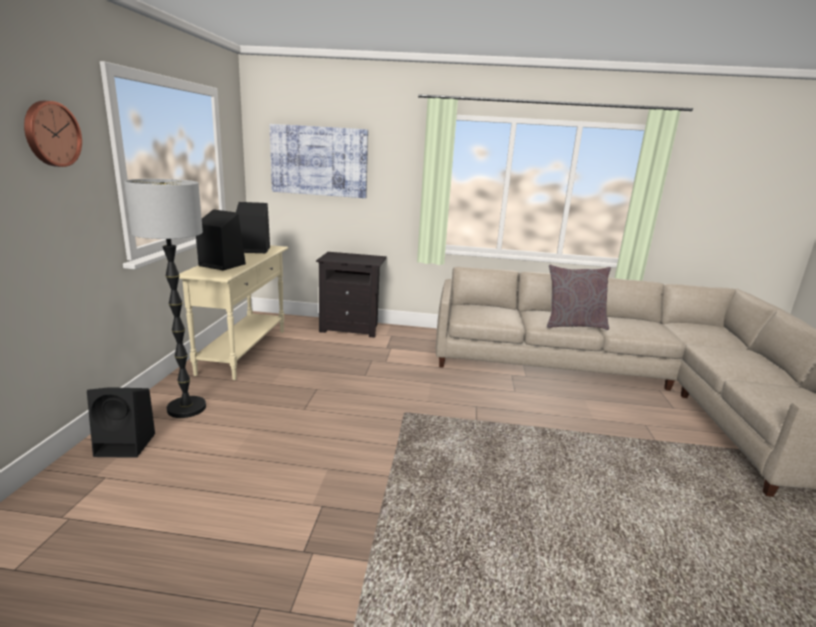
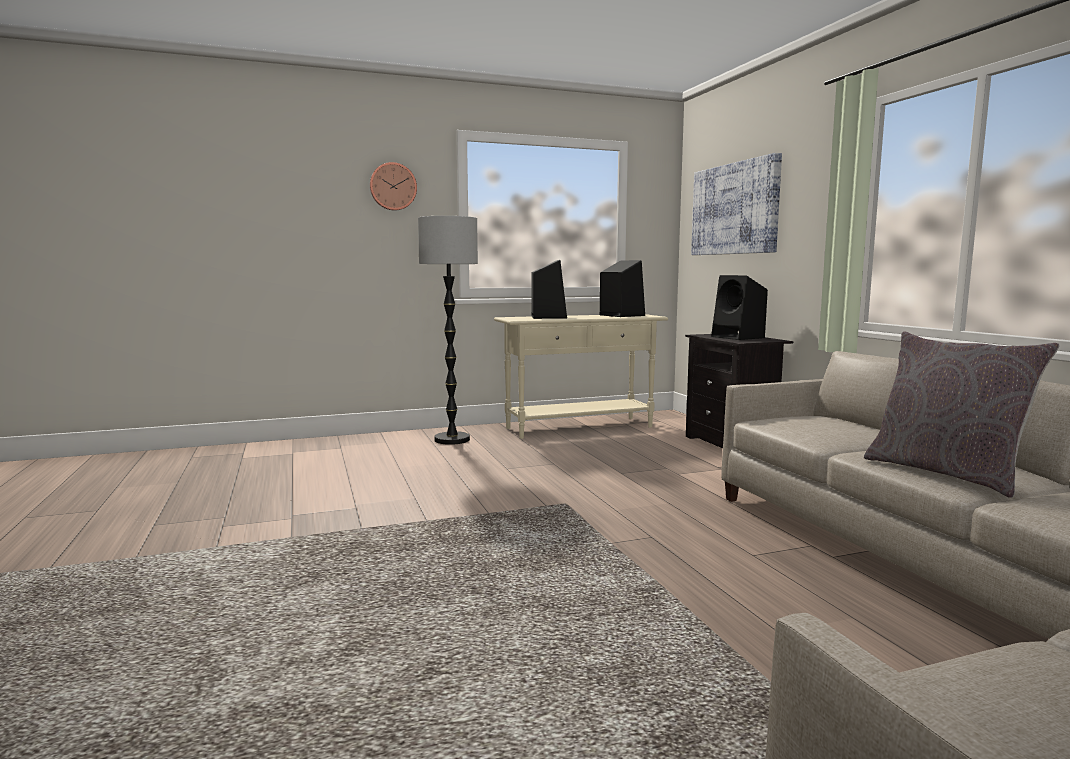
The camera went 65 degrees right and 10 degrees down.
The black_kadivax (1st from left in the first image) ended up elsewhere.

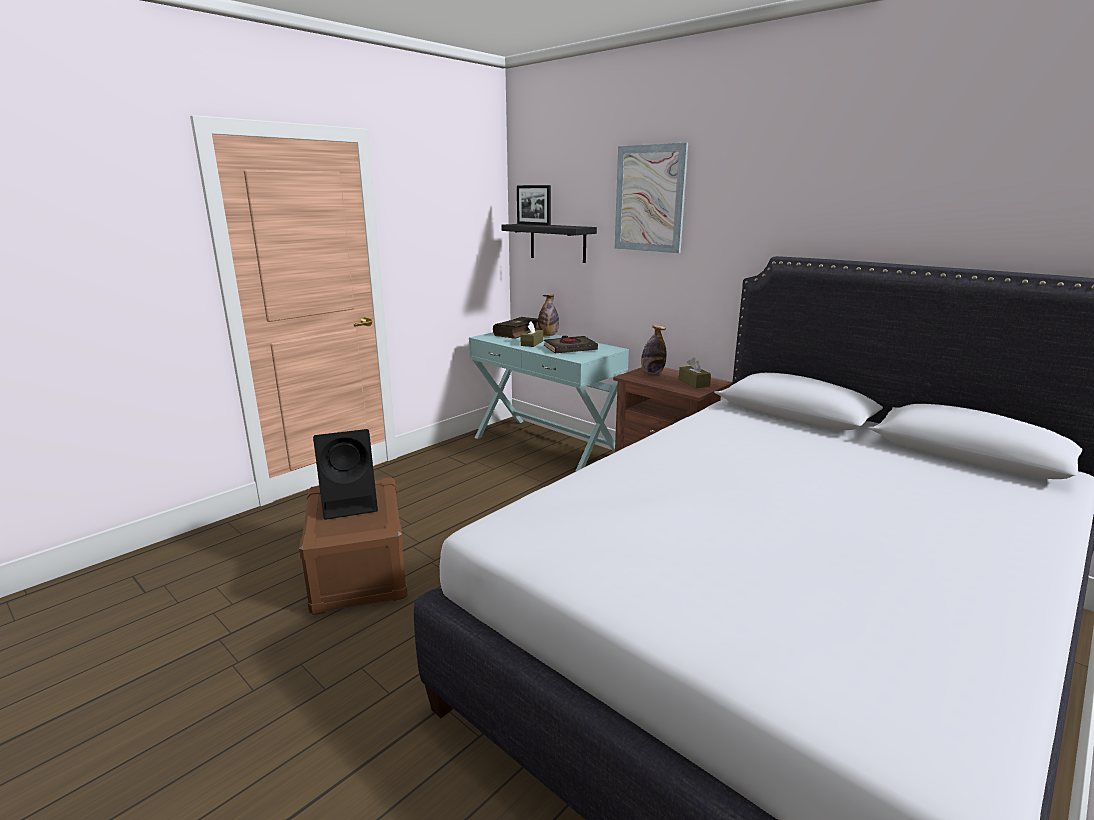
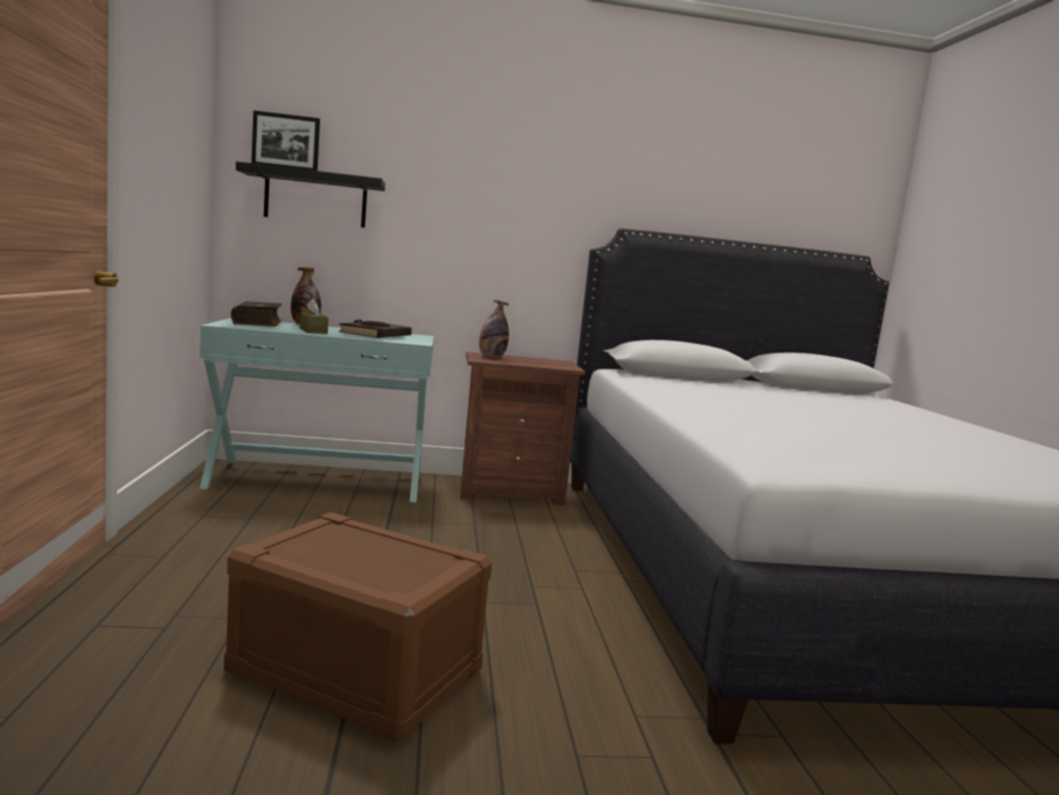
The camera went 50 degrees left and 10 degrees down.
The second view lost the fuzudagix.
The second view lost the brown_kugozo (2nd from left).
The second view lost the black_kadivax.

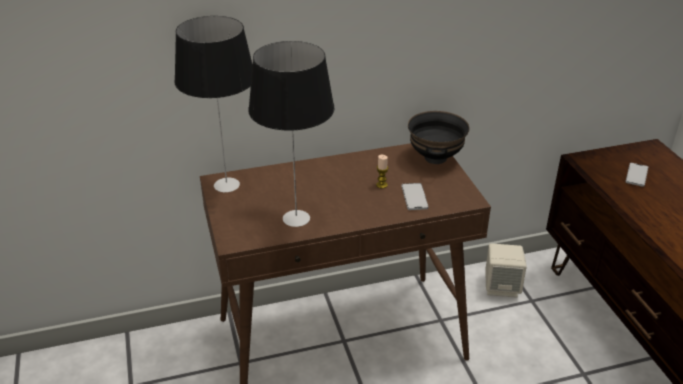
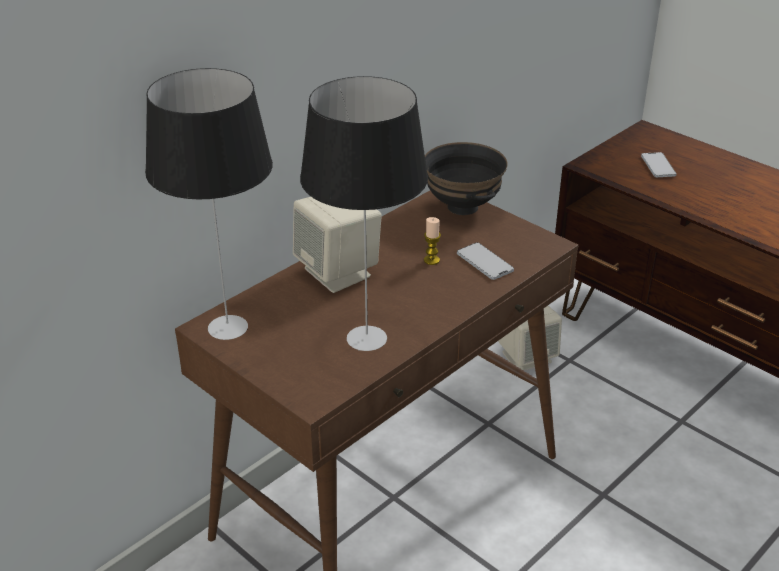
The camera went 30 degrees left and 0 degrees up.
The second view gained the beige_kadivax (1st from left).

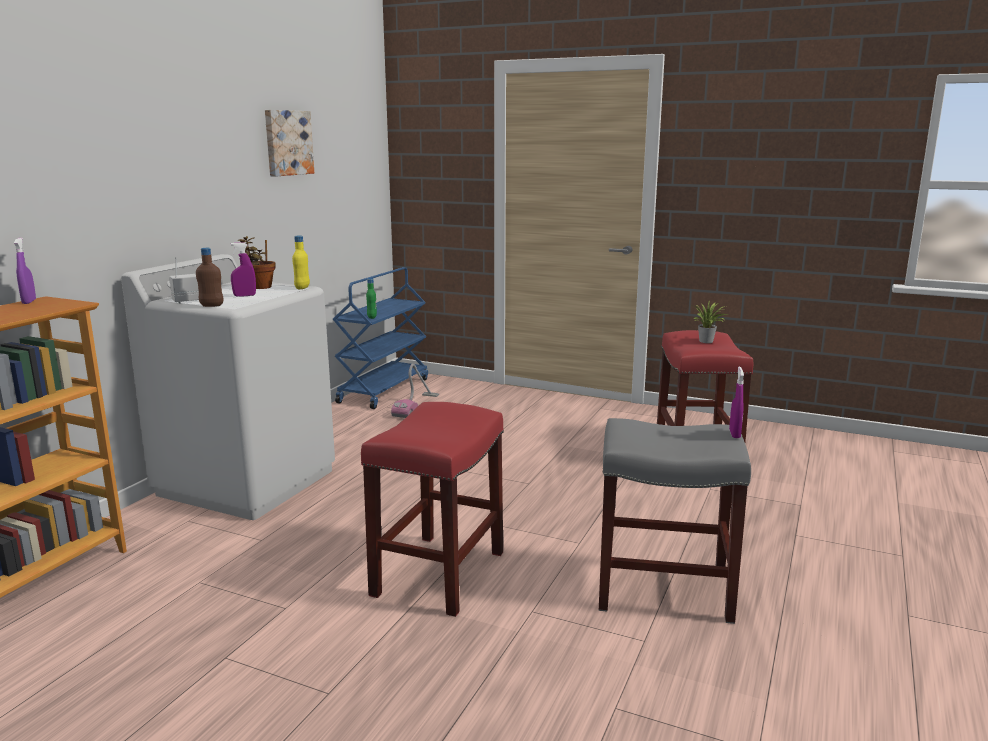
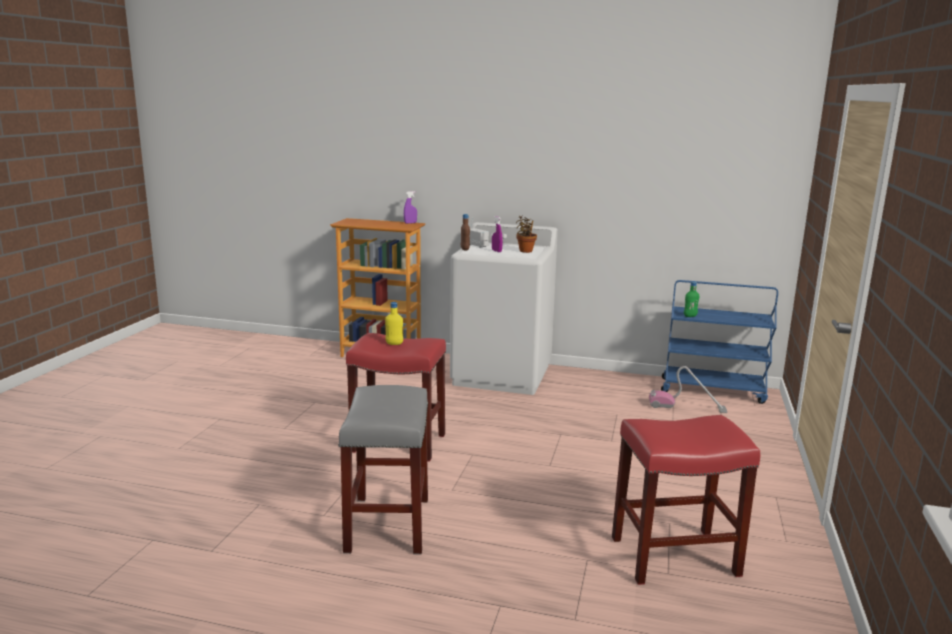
The camera went 80 degrees right and 0 degrees up.
The second view lost the fuzudagix.
The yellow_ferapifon ended up elsewhere.
The second view lost the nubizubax (2nd from left).
The second view lost the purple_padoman (3rd from left).

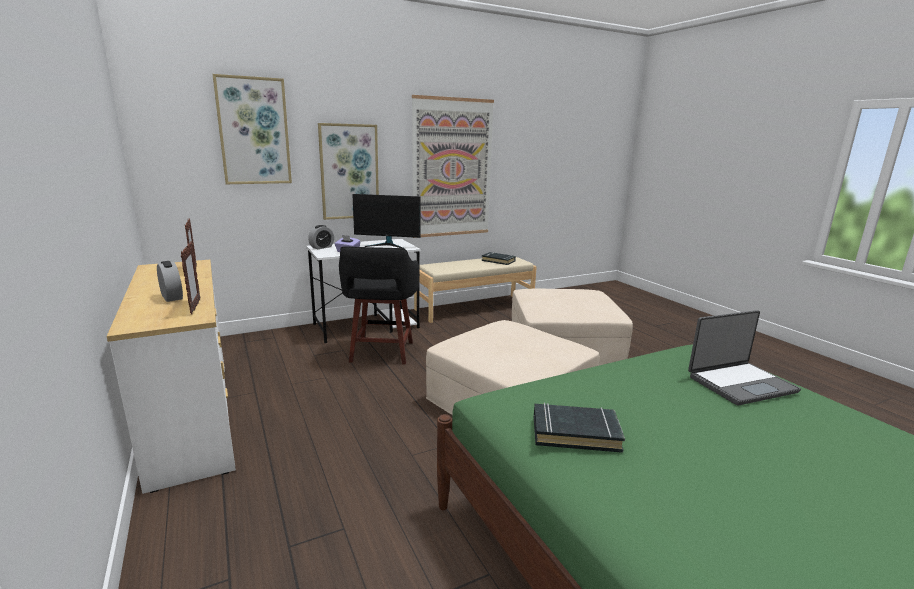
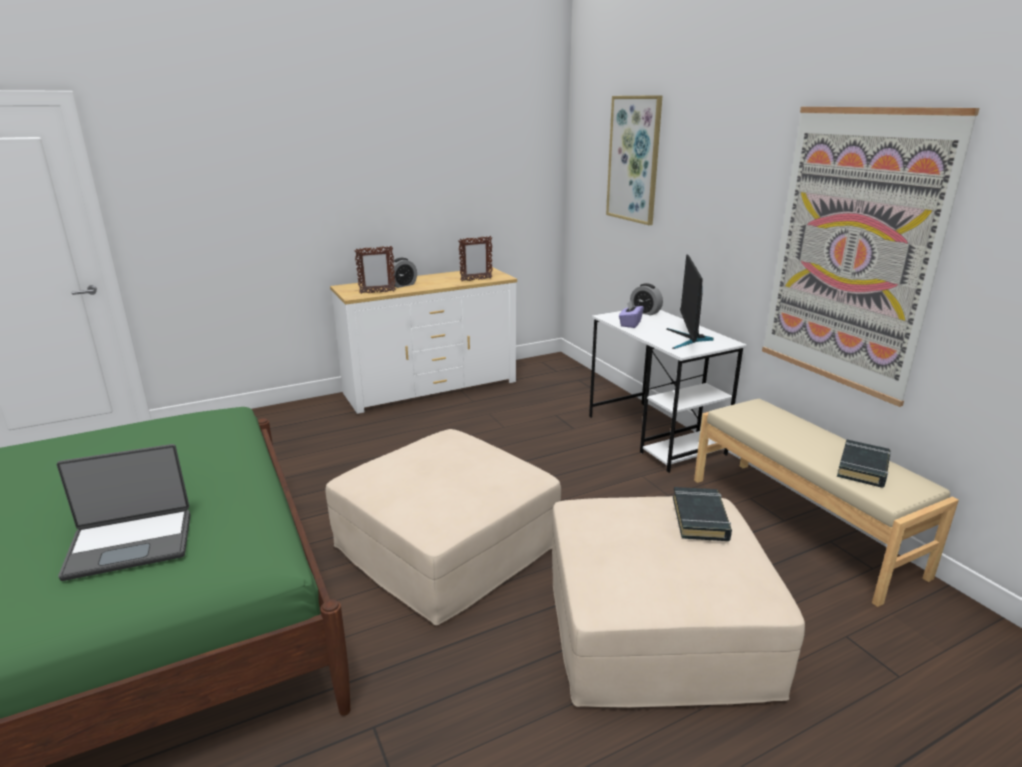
The camera went 90 degrees right and 5 degrees up.
The second view lost the fuzudagix (2nd from left).
The second view lost the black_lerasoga.
The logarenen ended up facing another way, 90 degrees counterclockwise from before.
The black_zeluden (2nd from left in the first image) ended up elsewhere.

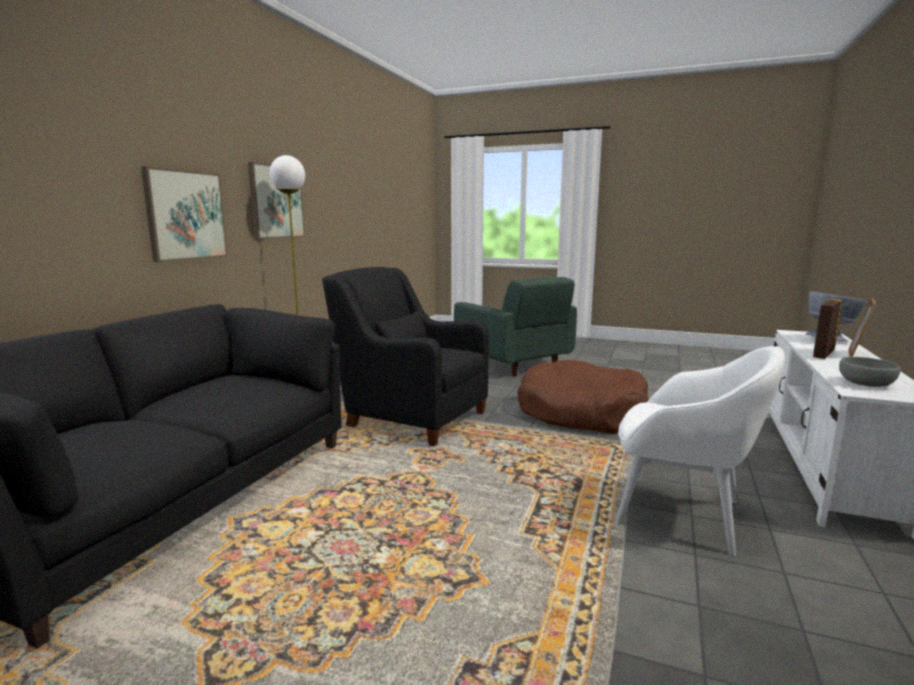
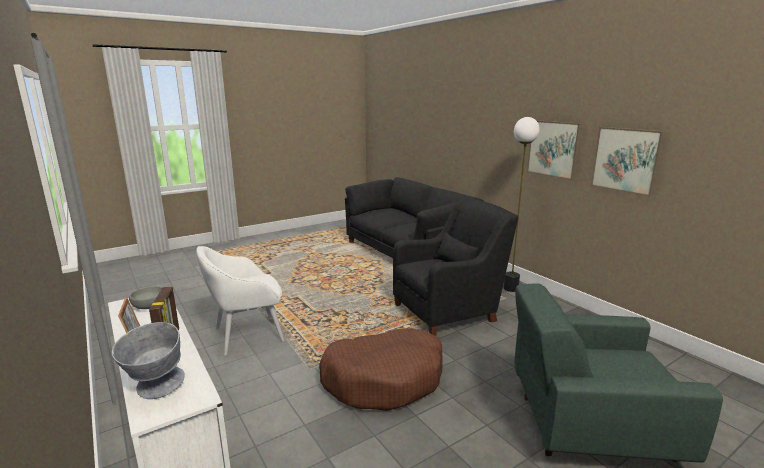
The camera went 125 degrees right and 5 degrees up.
The fuzudagix (1st from left in the first image) ended up elsewhere.

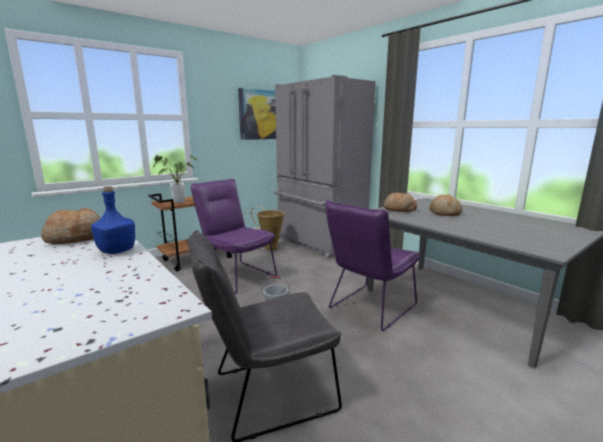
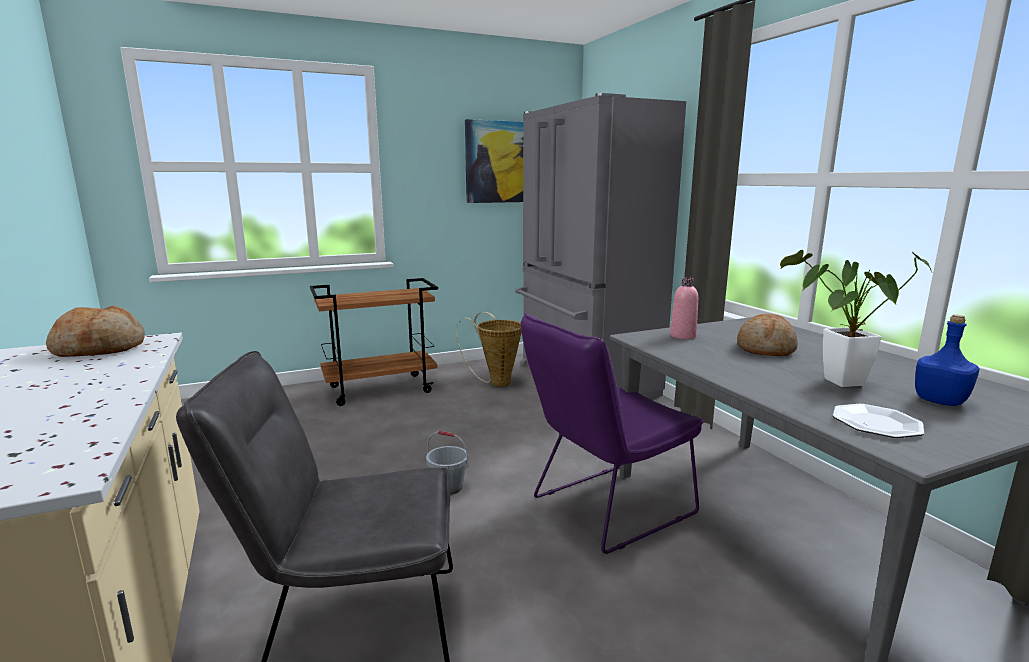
The camera went 15 degrees right and 0 degrees up.
The nubizubax ended up elsewhere.
The second view lost the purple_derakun (1st from left).
The blue_ferapifon ended up elsewhere.
Where the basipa (2nd from left) stood, the pink_ferapifon came to stand.
The second view gained the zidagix.

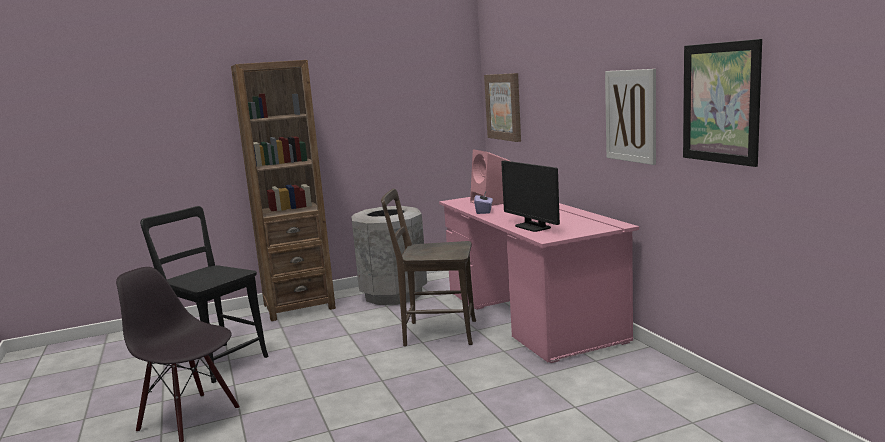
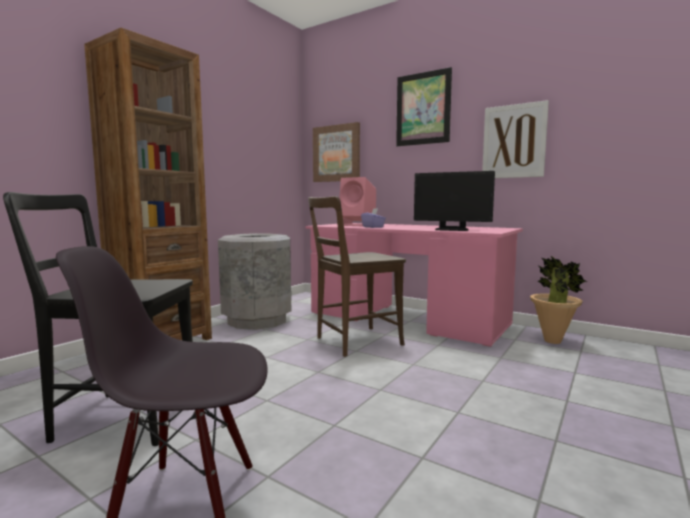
The camera went 35 degrees left and 5 degrees down.
The fuzudagix (3rd from left in the first image) ended up elsewhere.
The second view gained the nubizubax.

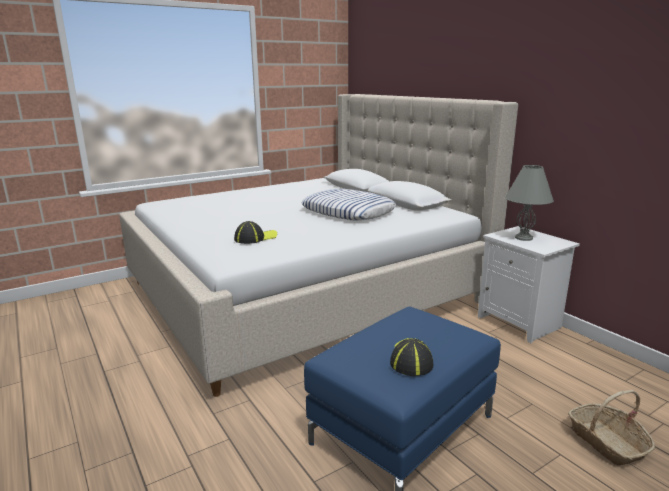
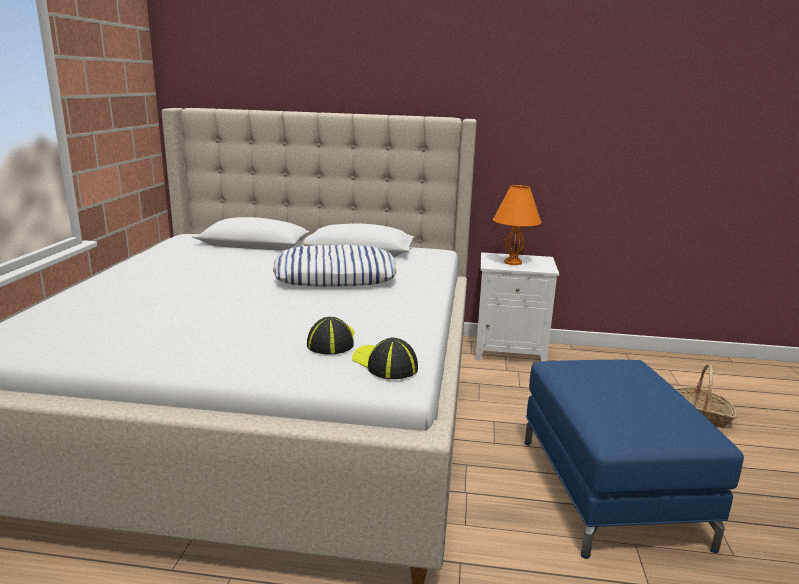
The camera went 50 degrees left and 0 degrees up.
What was the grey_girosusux turned into the orange_girosusux.
The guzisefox (2nd from left) ended up elsewhere.

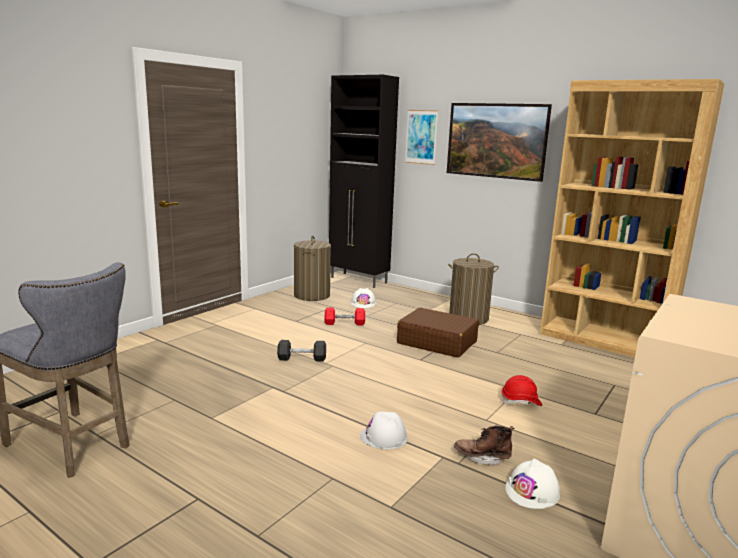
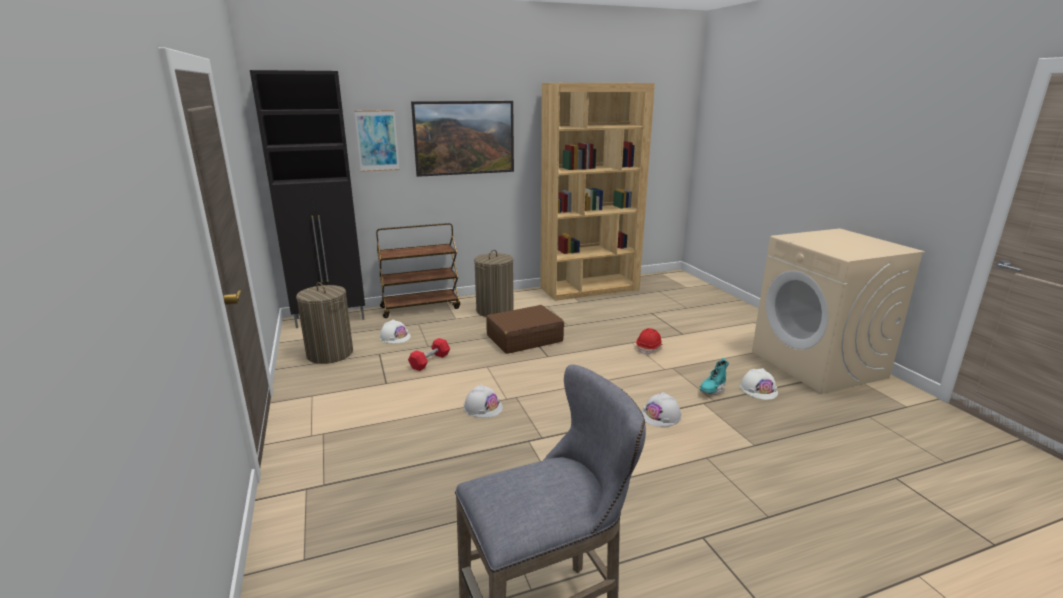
The camera went 55 degrees left and 5 degrees up.
Where the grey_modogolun stood, the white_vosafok (2nd from left) came to stand.
What was the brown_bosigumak turned into the turquoise_bosigumak.
The second view gained the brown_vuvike.

